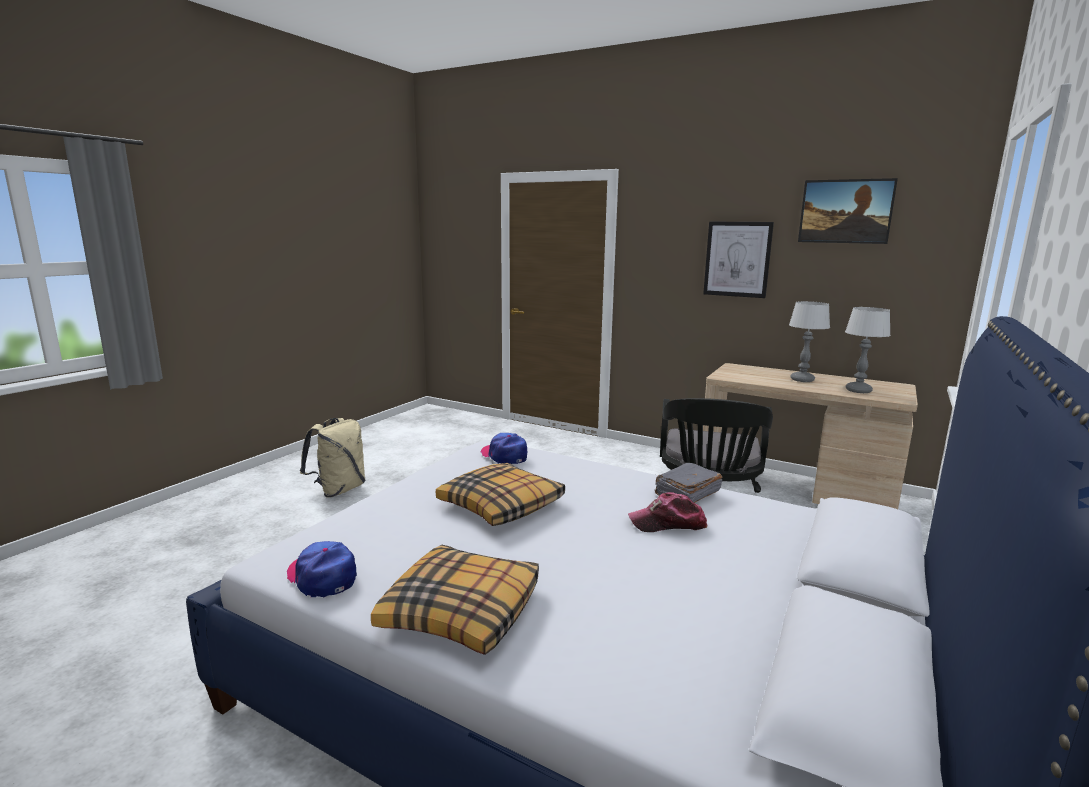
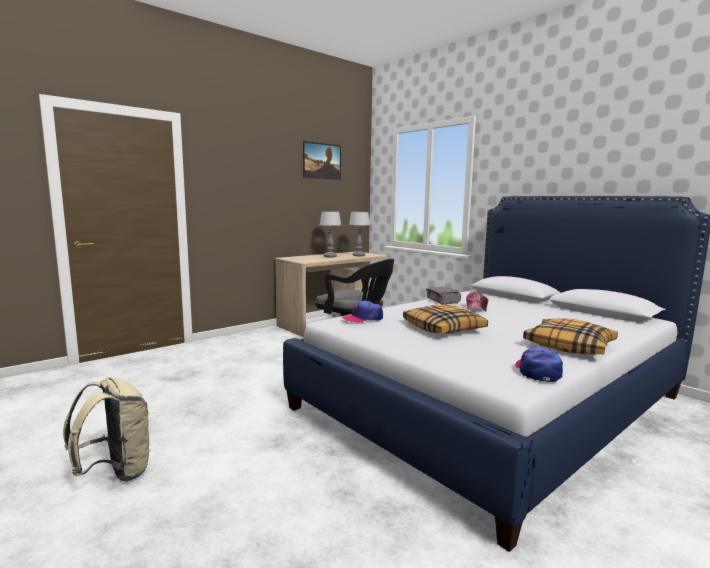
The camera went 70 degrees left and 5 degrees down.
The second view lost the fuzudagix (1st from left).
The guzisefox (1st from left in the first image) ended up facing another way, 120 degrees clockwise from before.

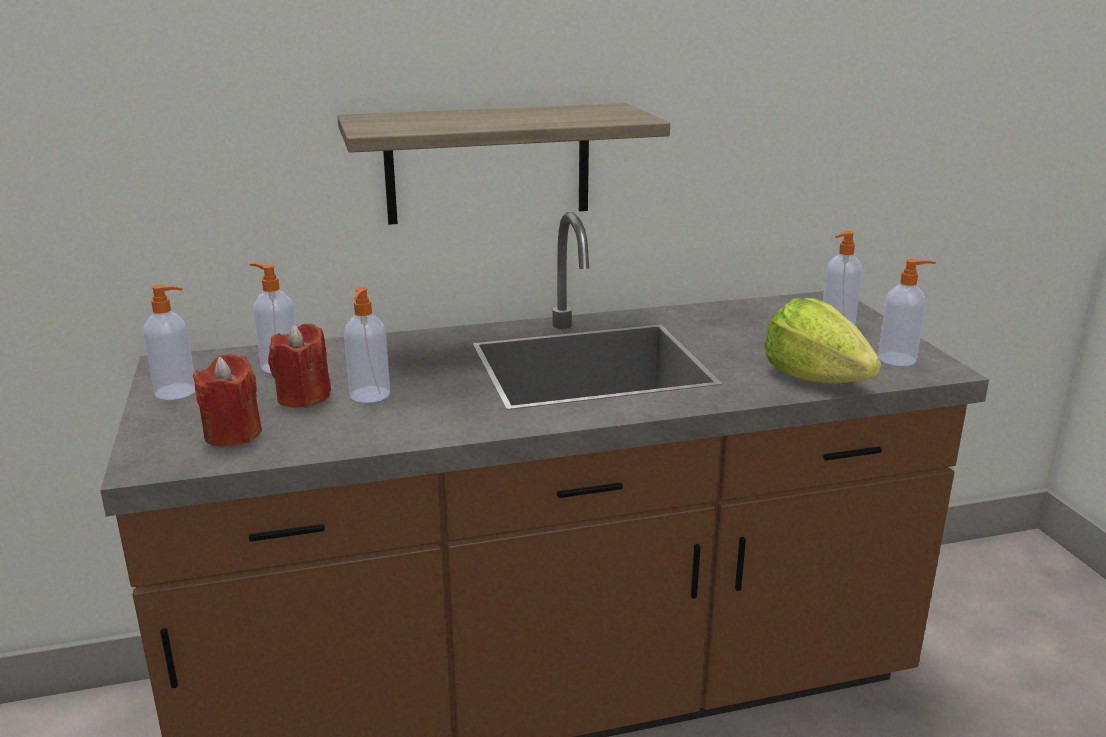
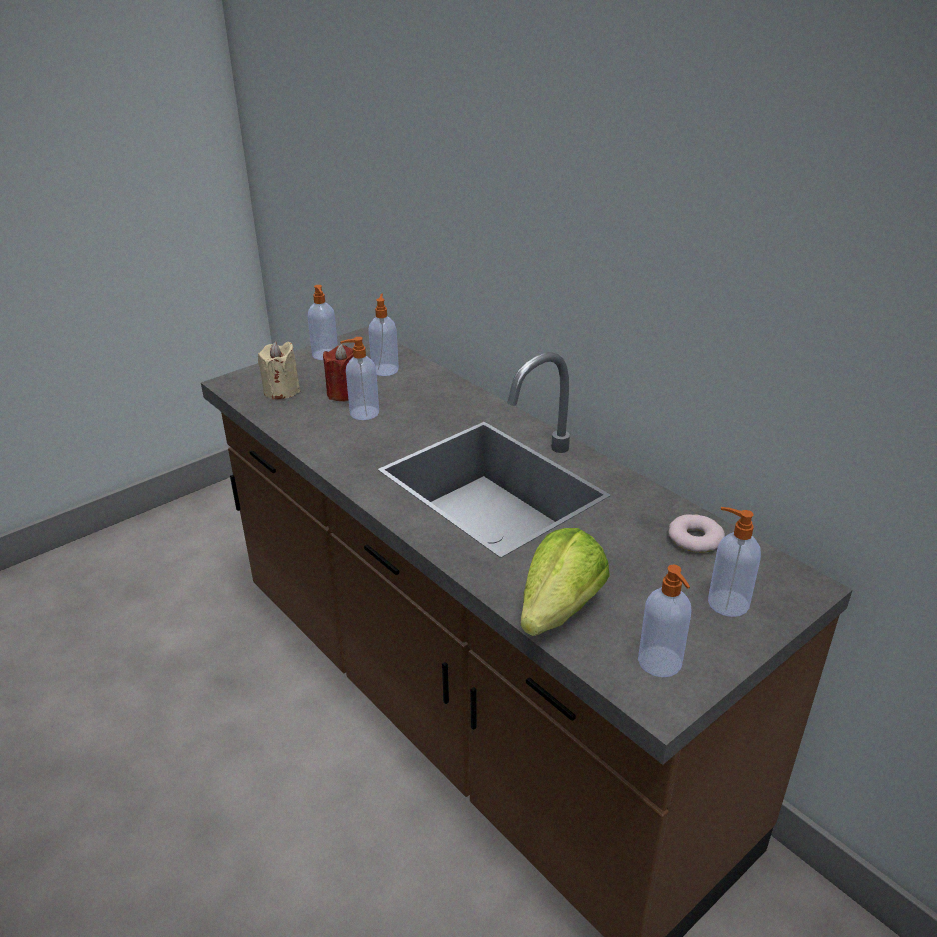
The camera went 65 degrees right and 10 degrees up.
The second view lost the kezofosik.
What was the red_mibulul (1st from left) turned into the beige_mibulul.
The second view gained the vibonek.

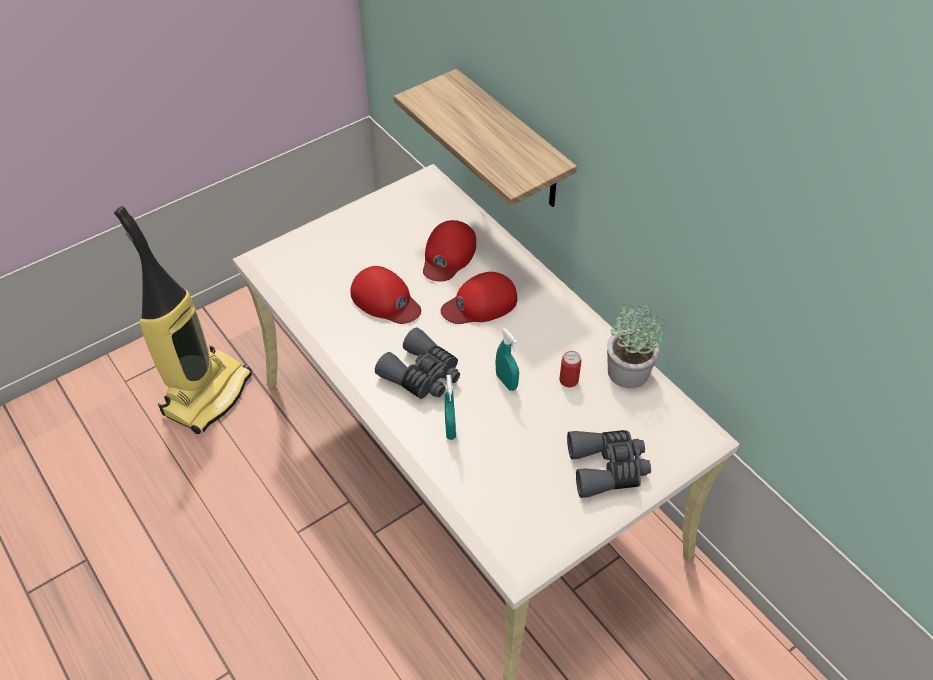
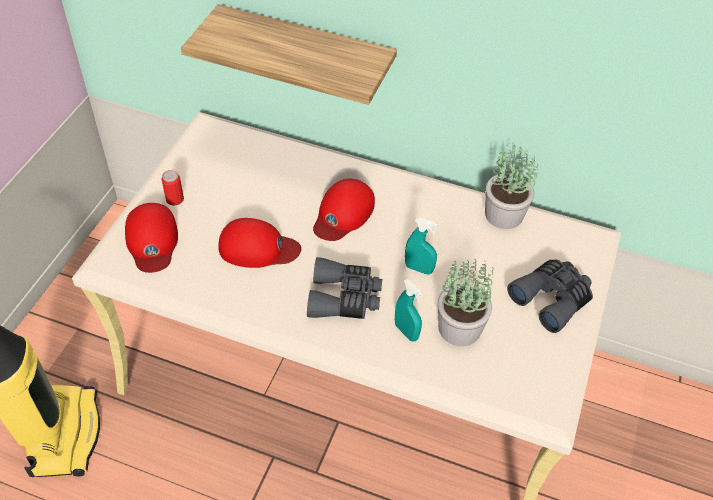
The camera went 35 degrees left and 0 degrees up.
The red_guzisefox (2nd from left in the first image) ended up elsewhere.
The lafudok ended up elsewhere.
The second view gained the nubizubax (1st from left).

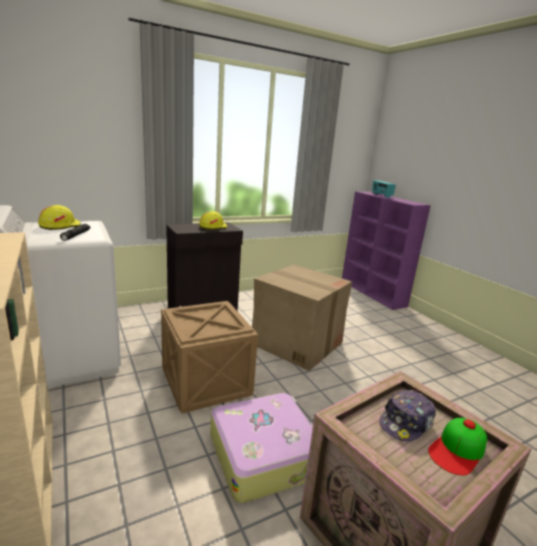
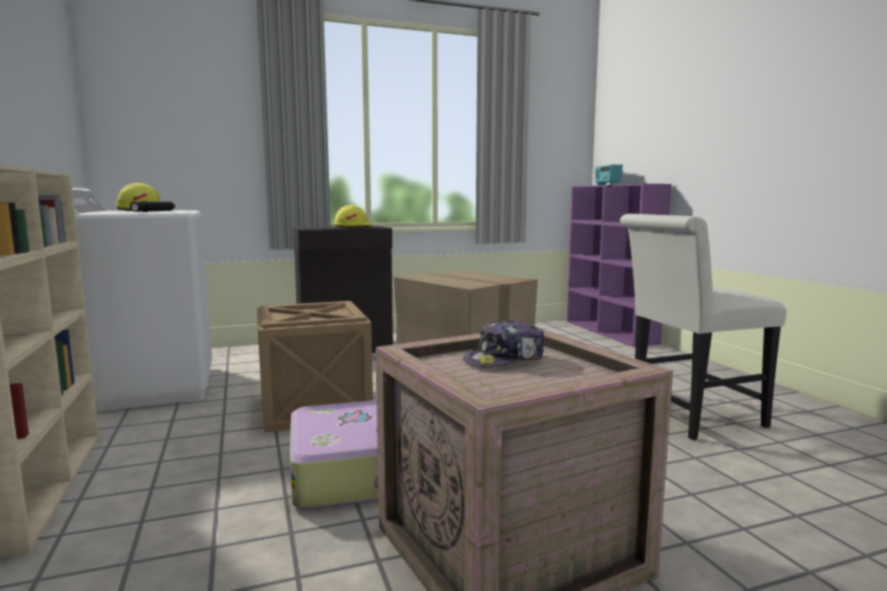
The camera went 10 degrees right and 10 degrees down.
The second view lost the guzisefox (2nd from left).
The second view gained the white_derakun.

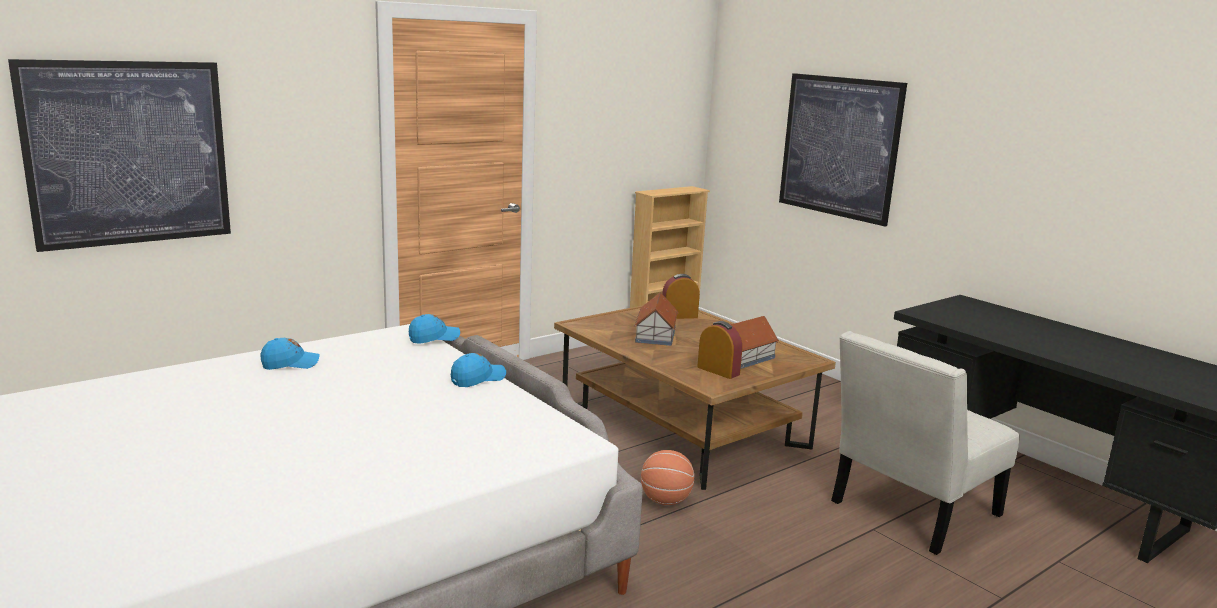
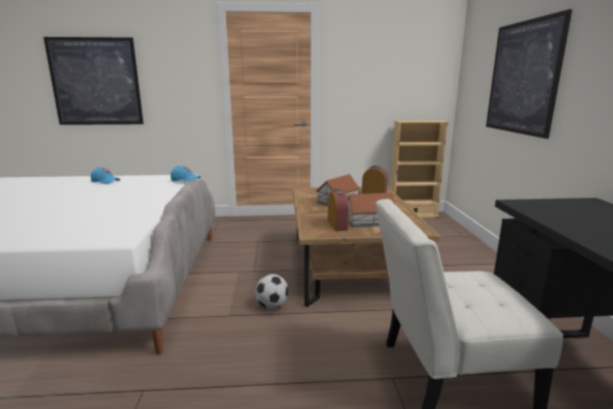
The camera went 35 degrees right and 0 degrees up.
The second view lost the blue_guzisefox (3rd from left).
Where the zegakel stood, the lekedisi came to stand.

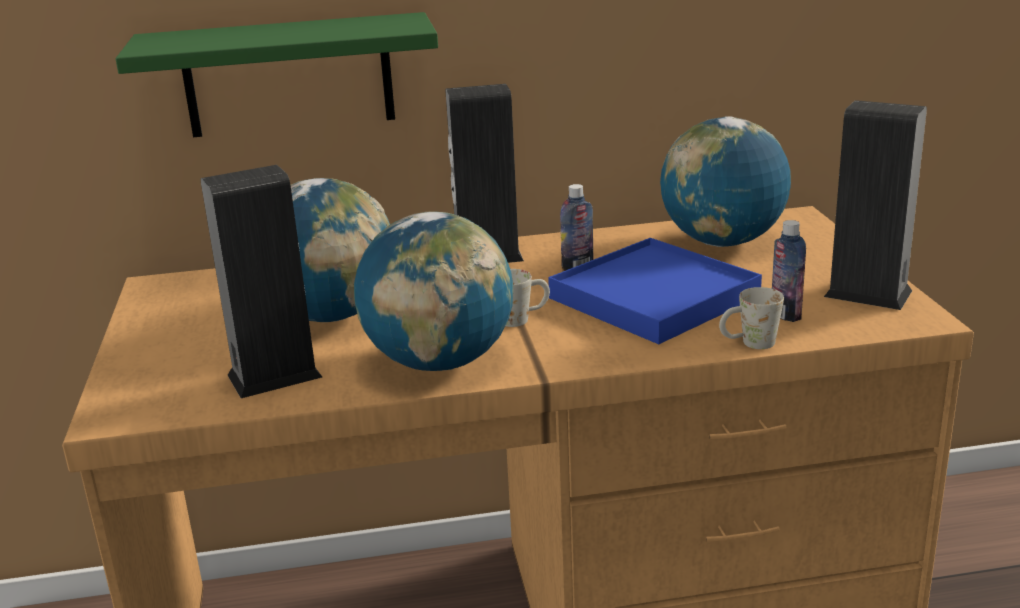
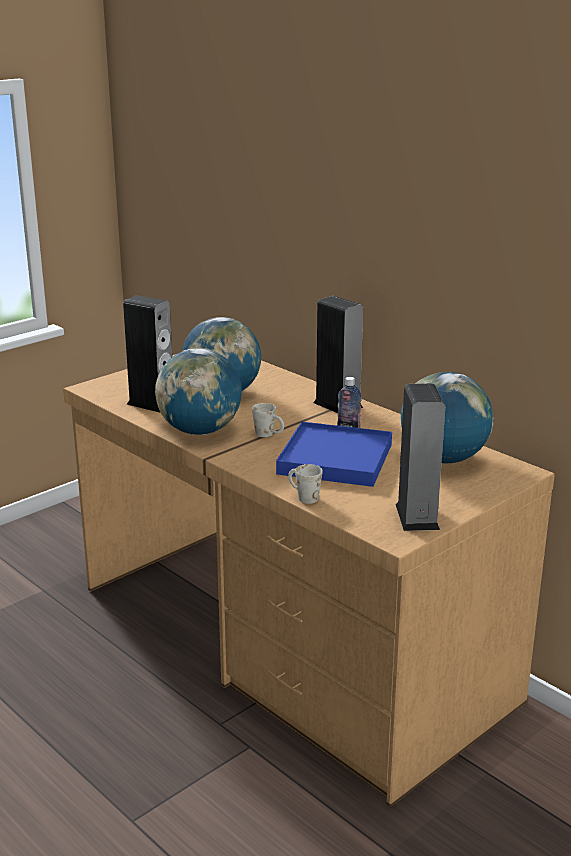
The camera went 55 degrees right and 0 degrees up.
The second view lost the green_kezofosik.
The second view lost the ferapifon (2nd from left).

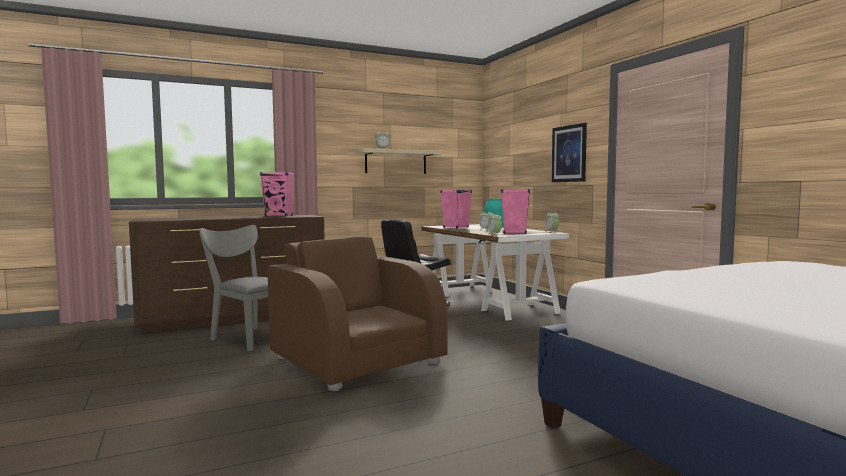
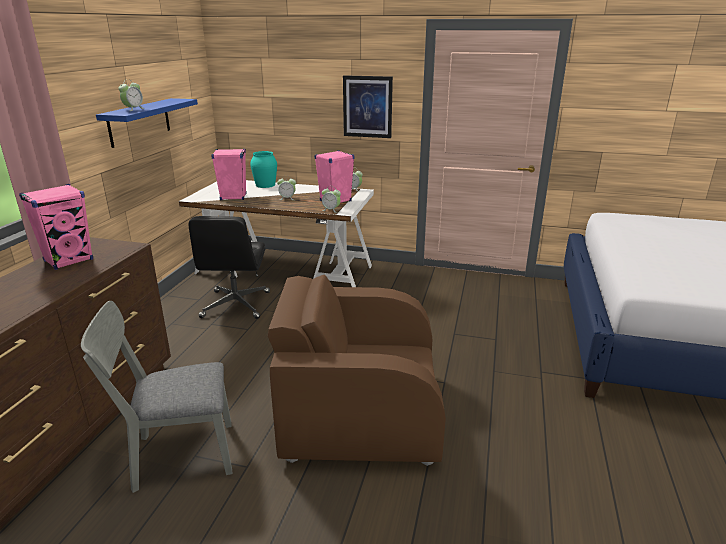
The camera went 50 degrees left and 20 degrees up.
What was the beige_kezofosik turned into the blue_kezofosik.

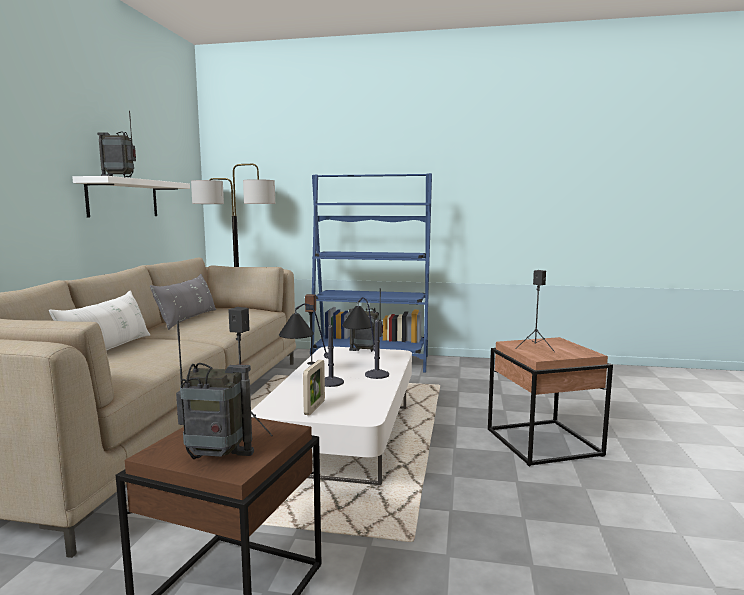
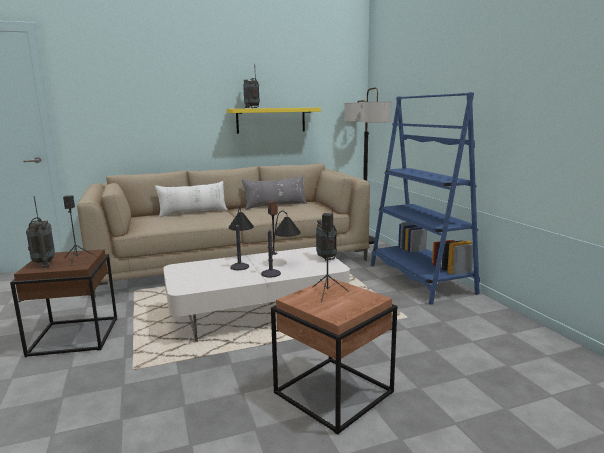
The camera went 60 degrees right and 5 degrees up.
What was the white_kezofosik turned into the yellow_kezofosik.
The second view lost the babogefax.

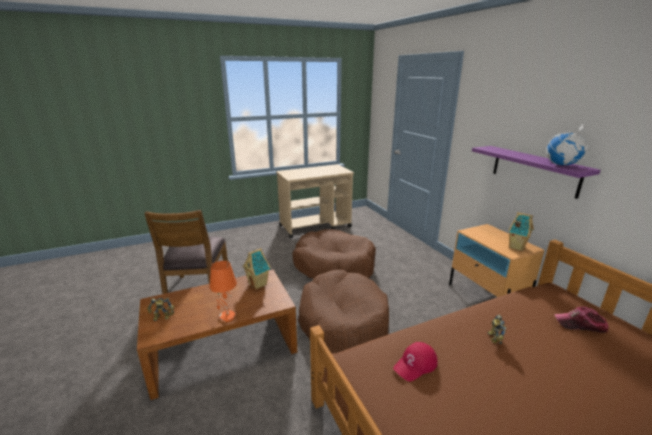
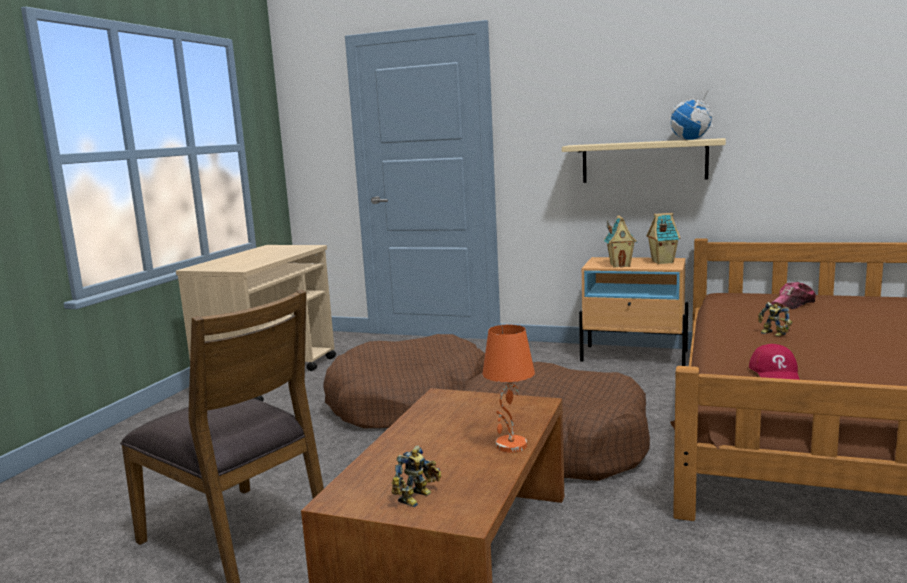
The camera went 45 degrees left and 10 degrees down.
What was the purple_kezofosik turned into the beige_kezofosik.
The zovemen (1st from left) ended up elsewhere.

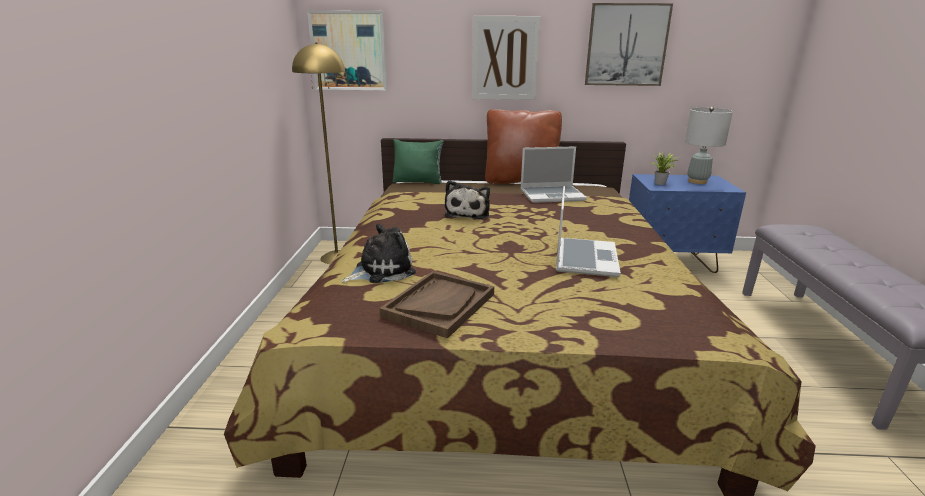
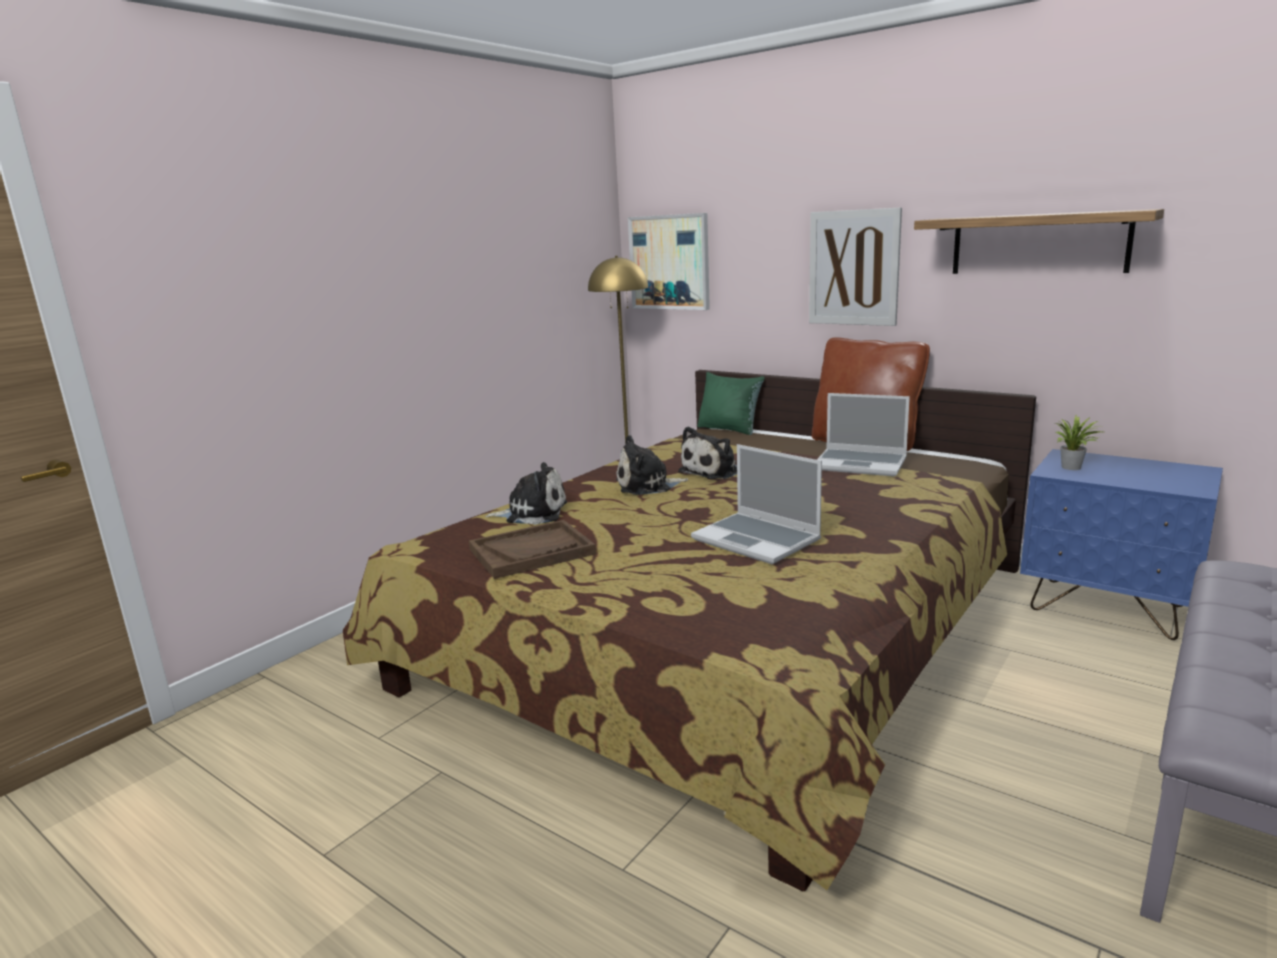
The camera went 35 degrees right and 5 degrees down.
Where the fuzudagix (3rd from left) hung, the kezofosik came to hang.
The second view lost the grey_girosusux.
The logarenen (2nd from left in the first image) ended up facing another way, 90 degrees clockwise from before.
The second view gained the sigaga (2nd from left).

